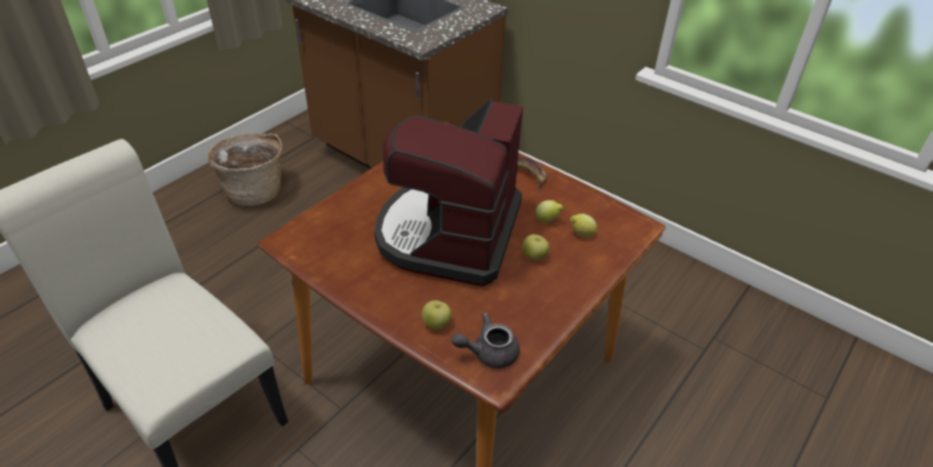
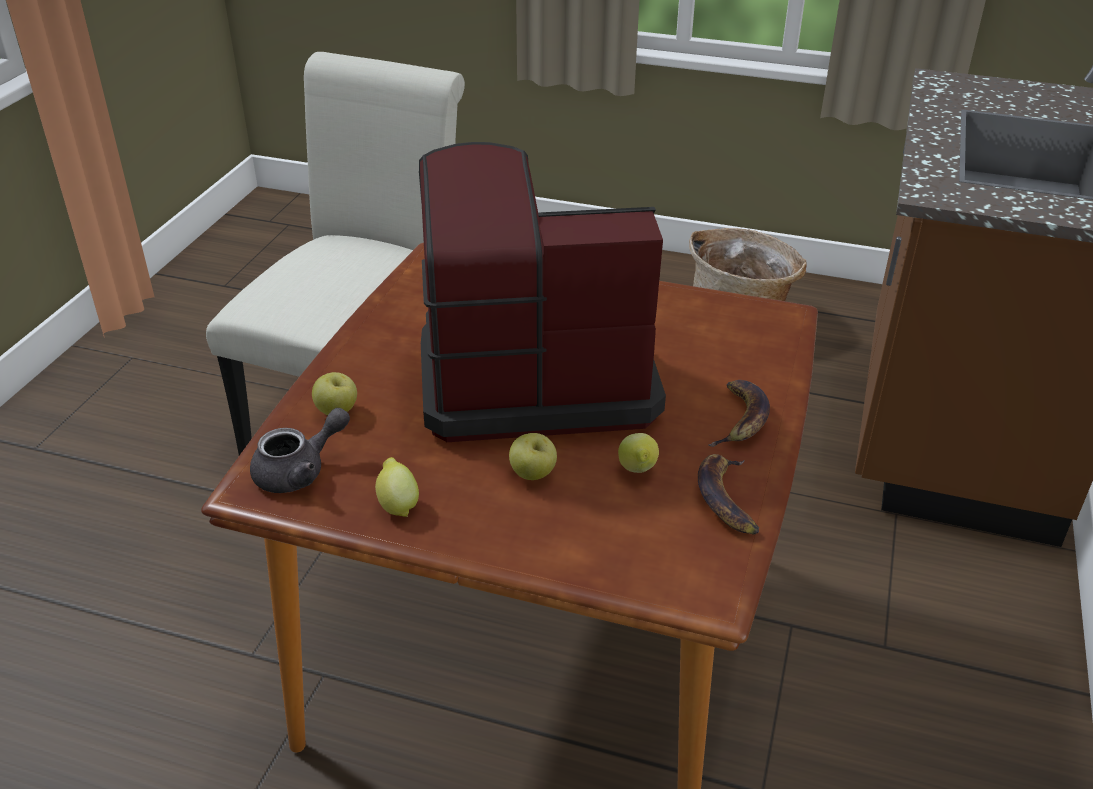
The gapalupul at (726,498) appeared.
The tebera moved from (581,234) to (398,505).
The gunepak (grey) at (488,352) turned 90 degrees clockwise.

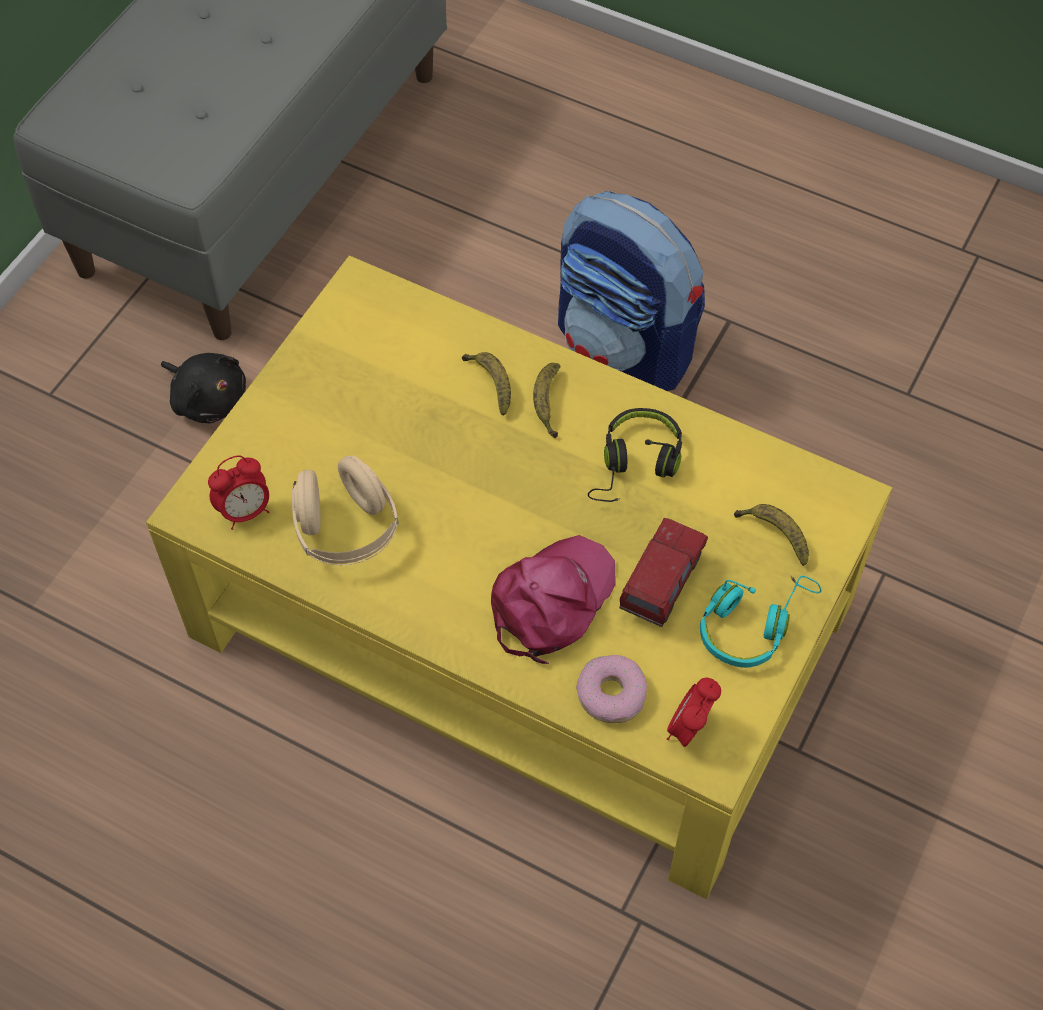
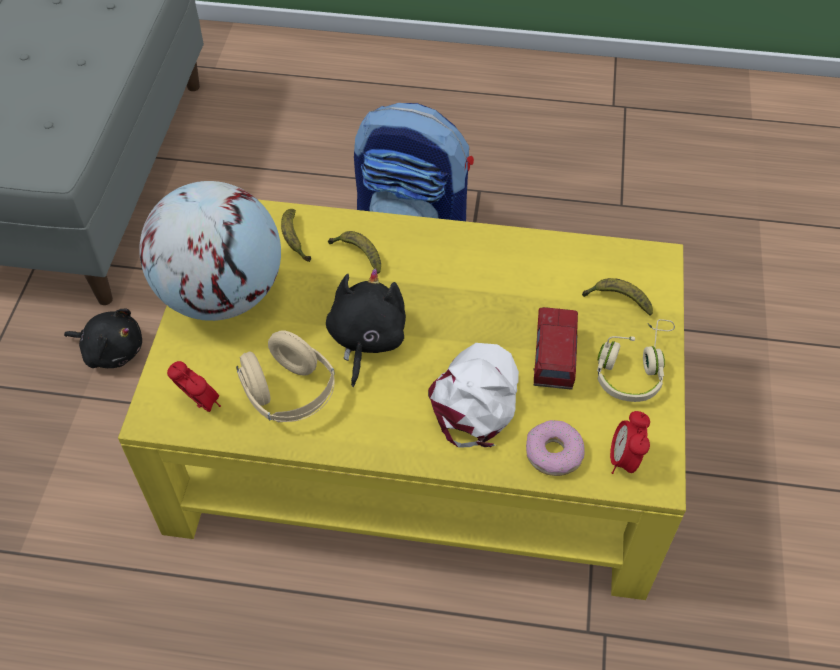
The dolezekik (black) at (636,464) disappeared.
The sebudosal at (221,294) appeared.
The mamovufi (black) at (366,340) appeared.
The gapalupul moved from (547,404) to (294,240).
The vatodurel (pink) at (551,601) became the vatodurel (white) at (475,398).
The dolezekik (turquoise) at (752,624) became the dolezekik (beige) at (633,368).
The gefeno at (245,511) turned 90 degrees counterclockwise.

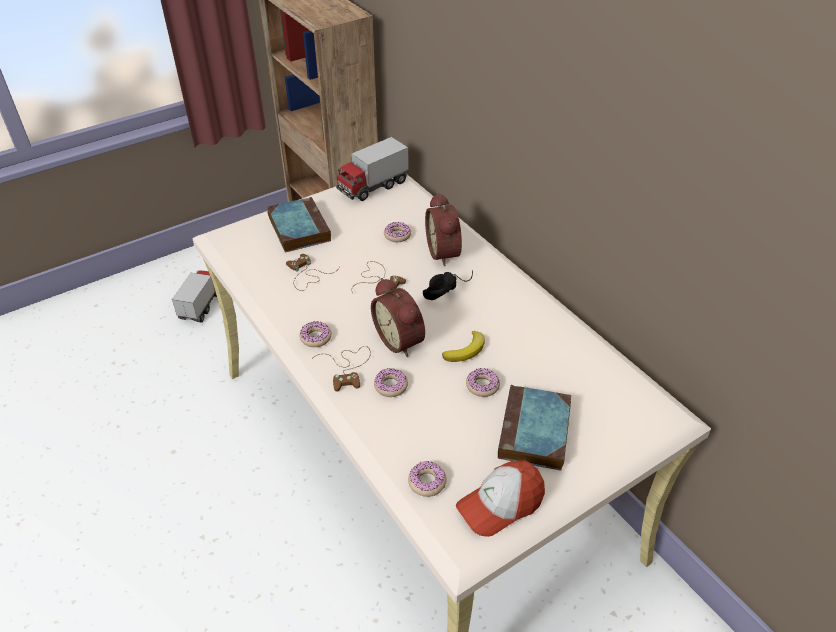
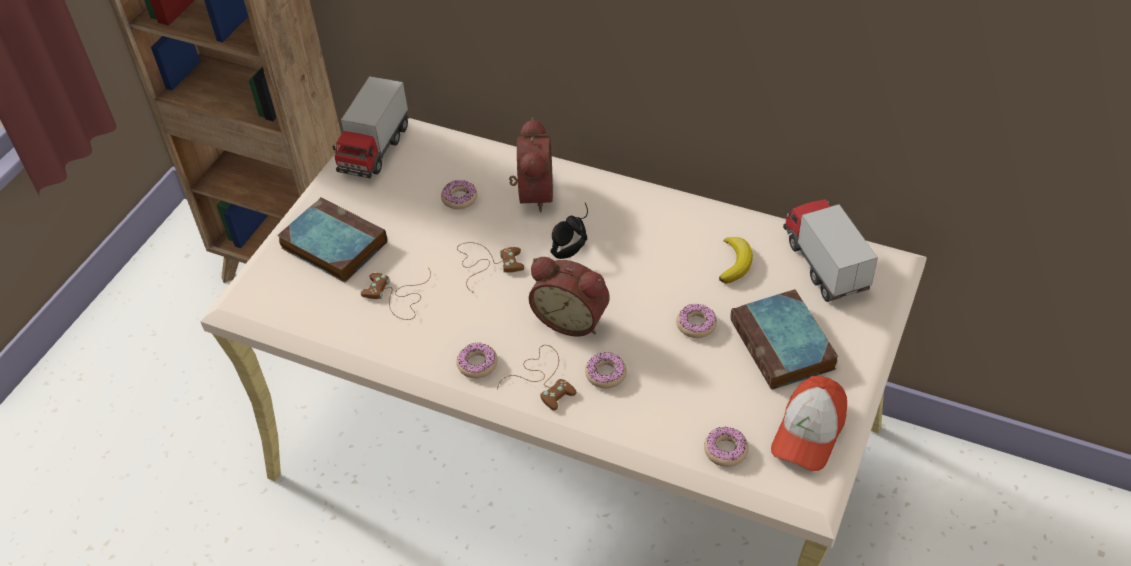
The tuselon moved from (201,305) to (824,265).
The gapalupul moved from (466,350) to (735,262).
The gefeno at (445,252) turned 135 degrees counterclockwise.

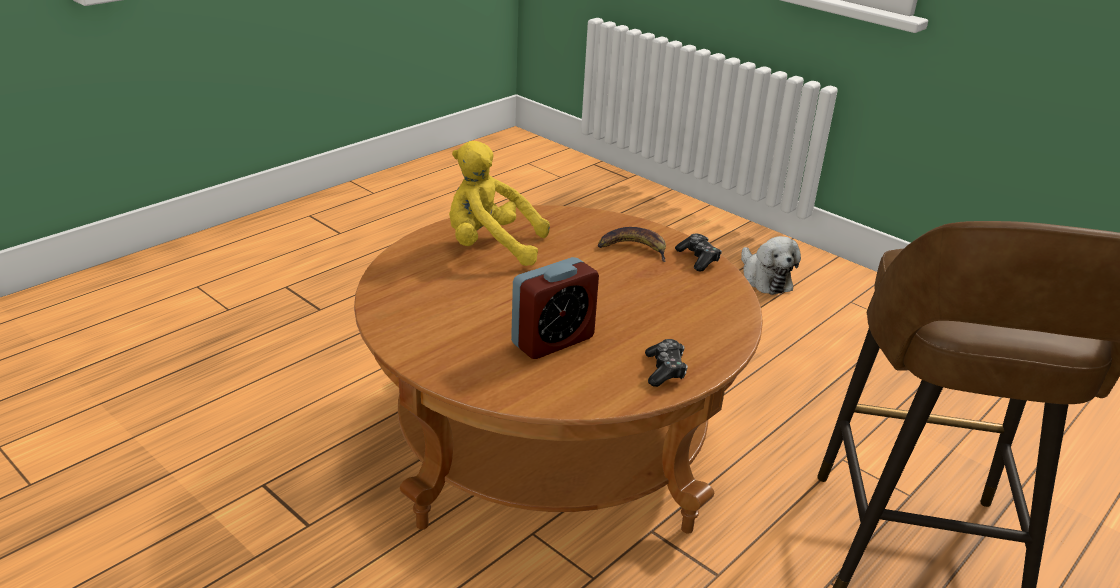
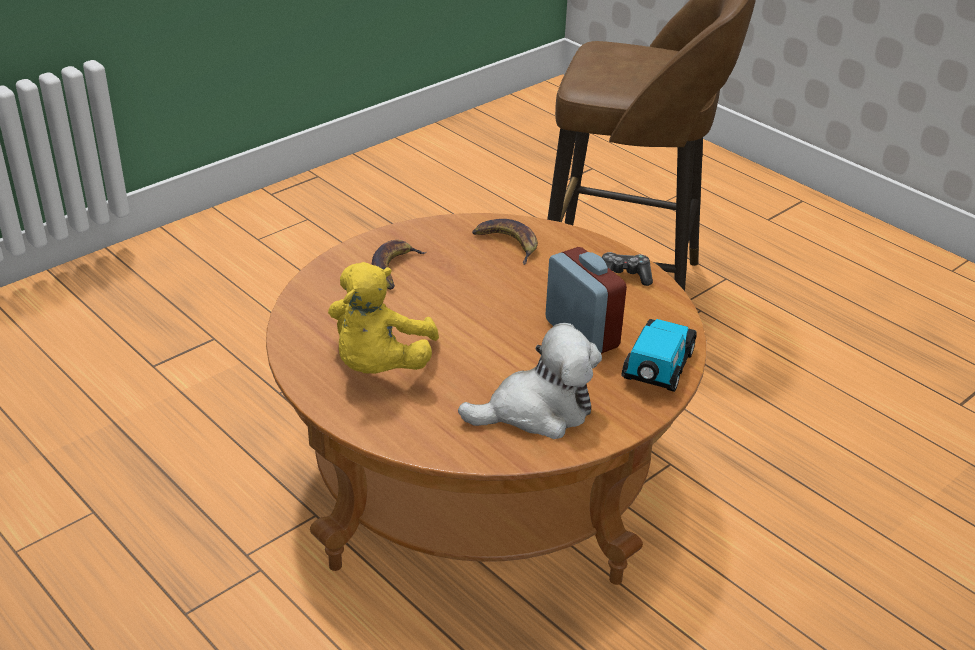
The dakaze at (698,259) disappeared.
The gapalupul at (508,244) appeared.
The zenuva at (658,367) appeared.
The mamovufi moved from (764,279) to (537,411).

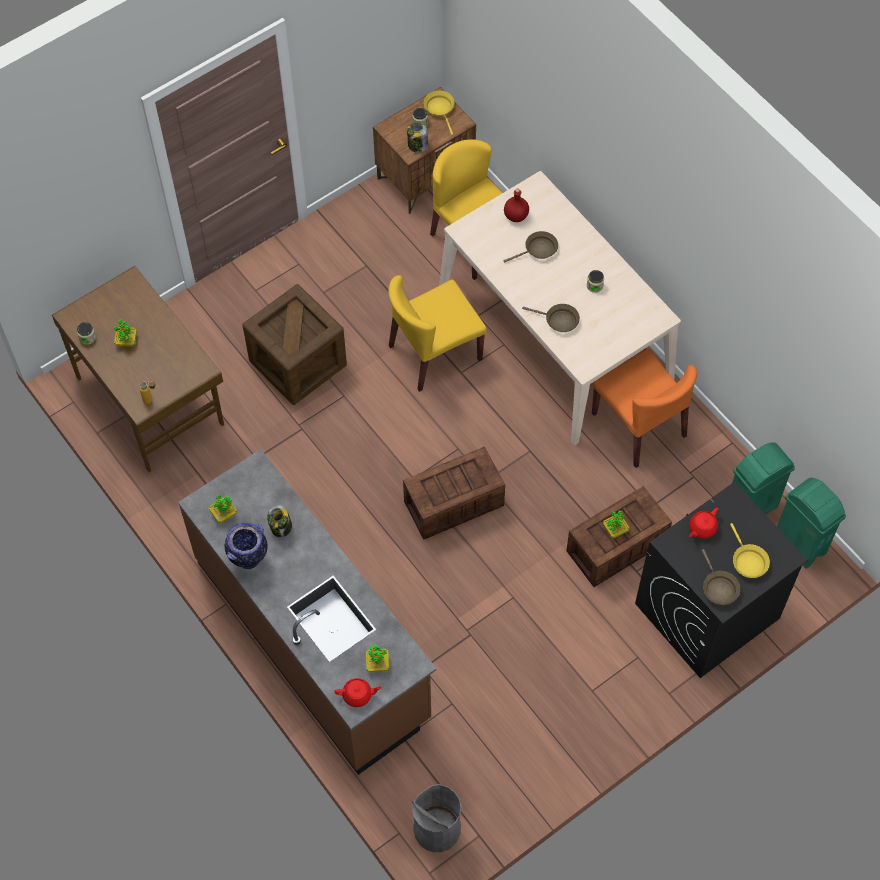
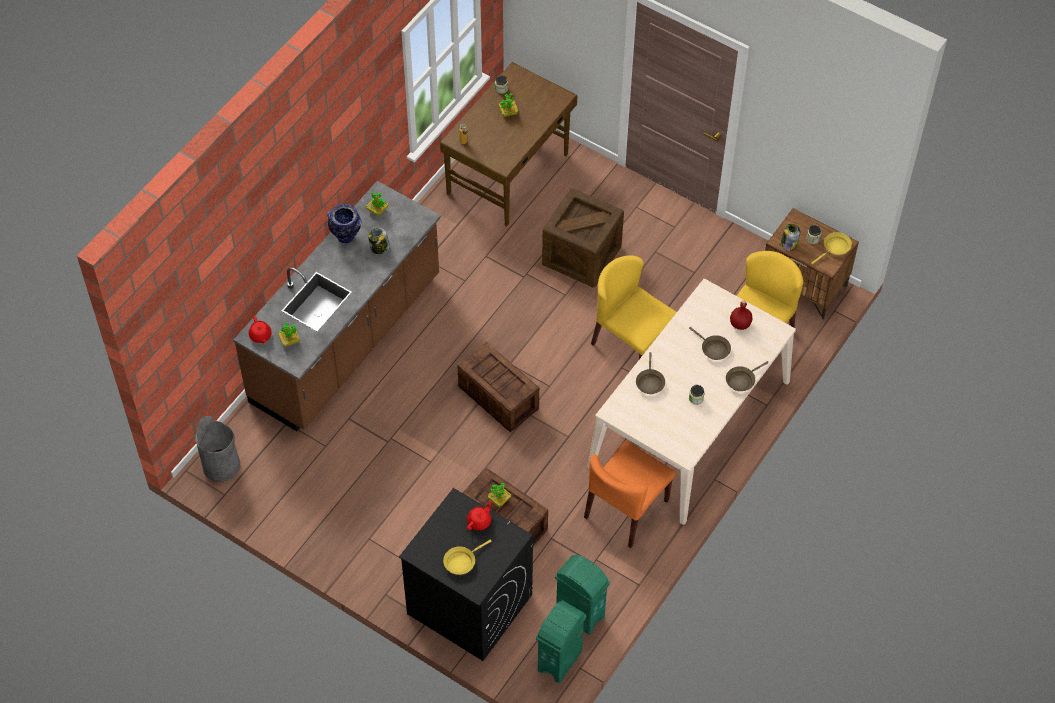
The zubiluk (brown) moved from (718,587) to (742,380).
The gunepak (red) at (702,528) turned 105 degrees clockwise.

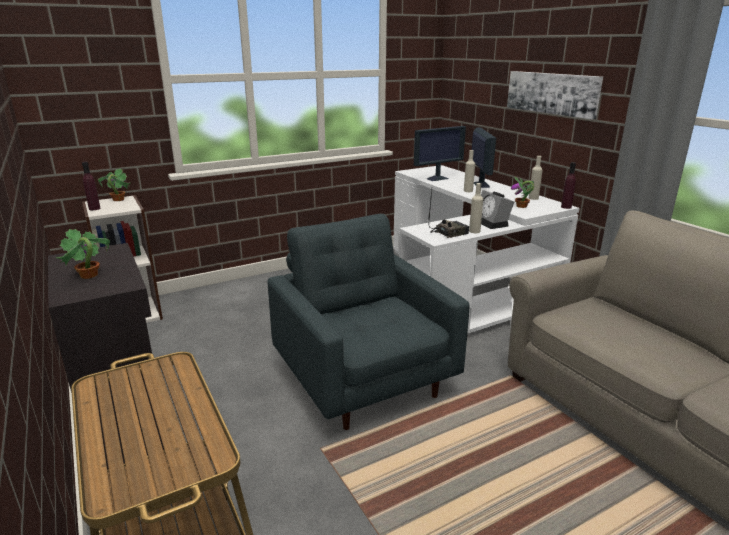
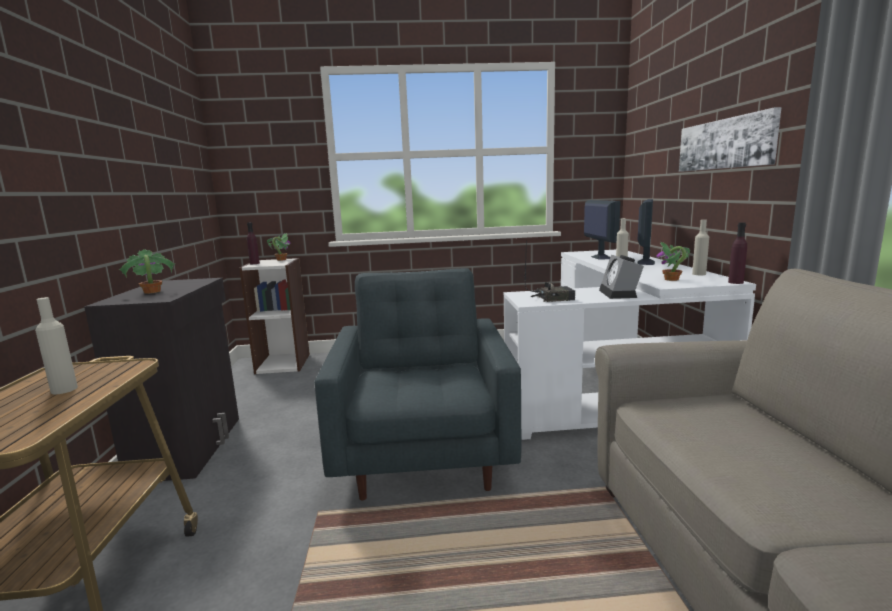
The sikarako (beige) moved from (474,231) to (64,390).
The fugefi at (438,178) turned 90 degrees counterclockwise.

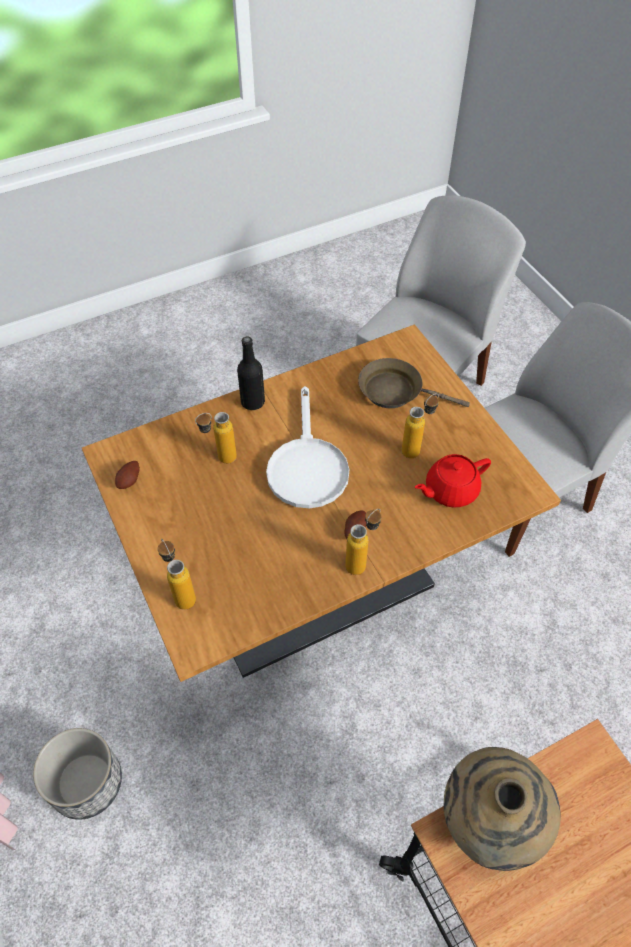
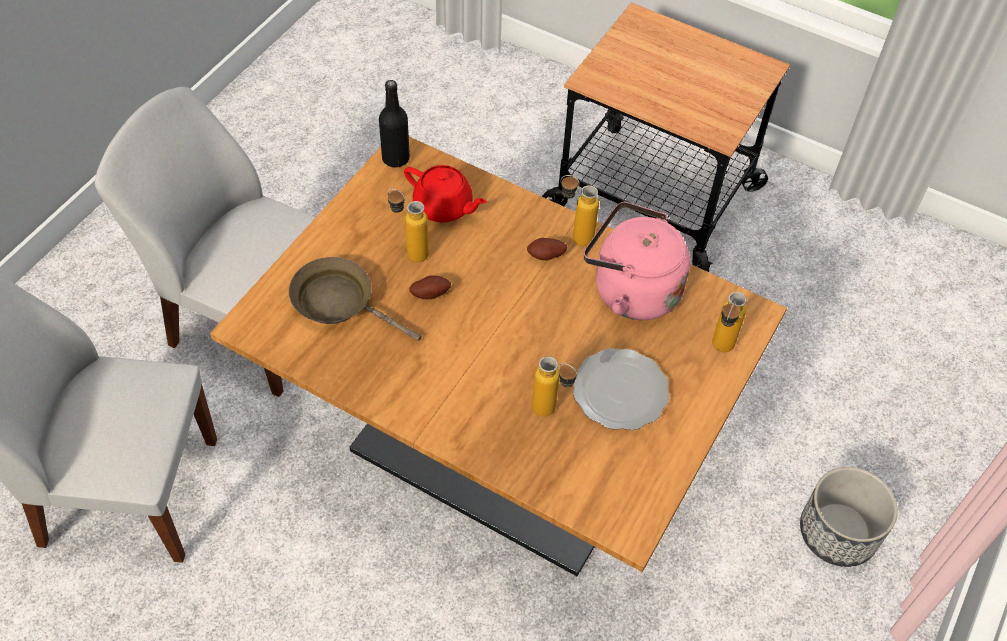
The zubiluk (white) at (306,466) disappeared.
The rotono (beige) at (489,822) disappeared.
The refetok at (619,390) appeared.
The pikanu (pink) at (630,290) appeared.
The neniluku moved from (130,481) to (430,293).
The sikarako (black) moved from (253,402) to (395,158).
The zubiluk (brown) at (395,391) turned 135 degrees clockwise.

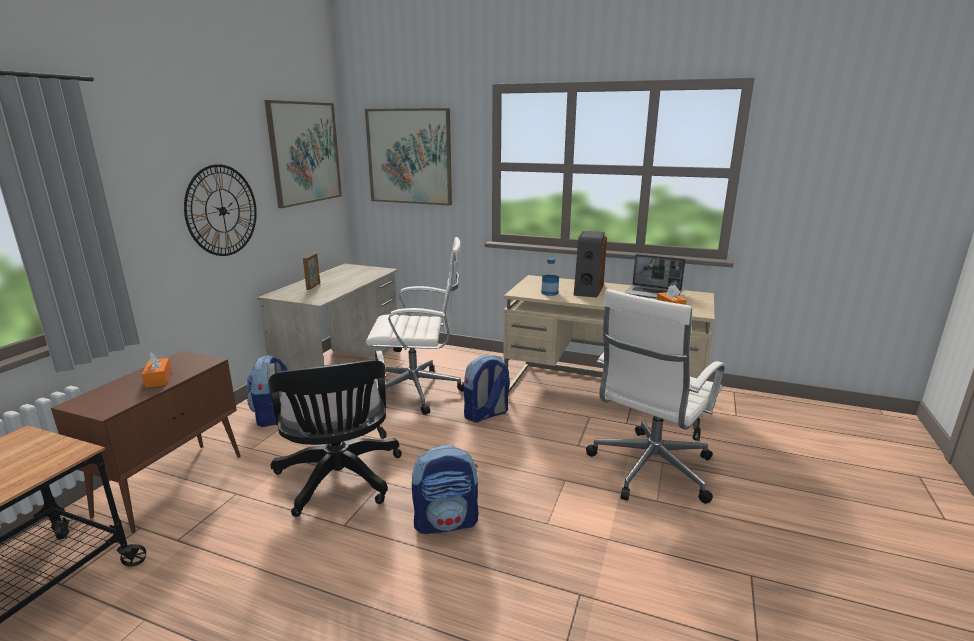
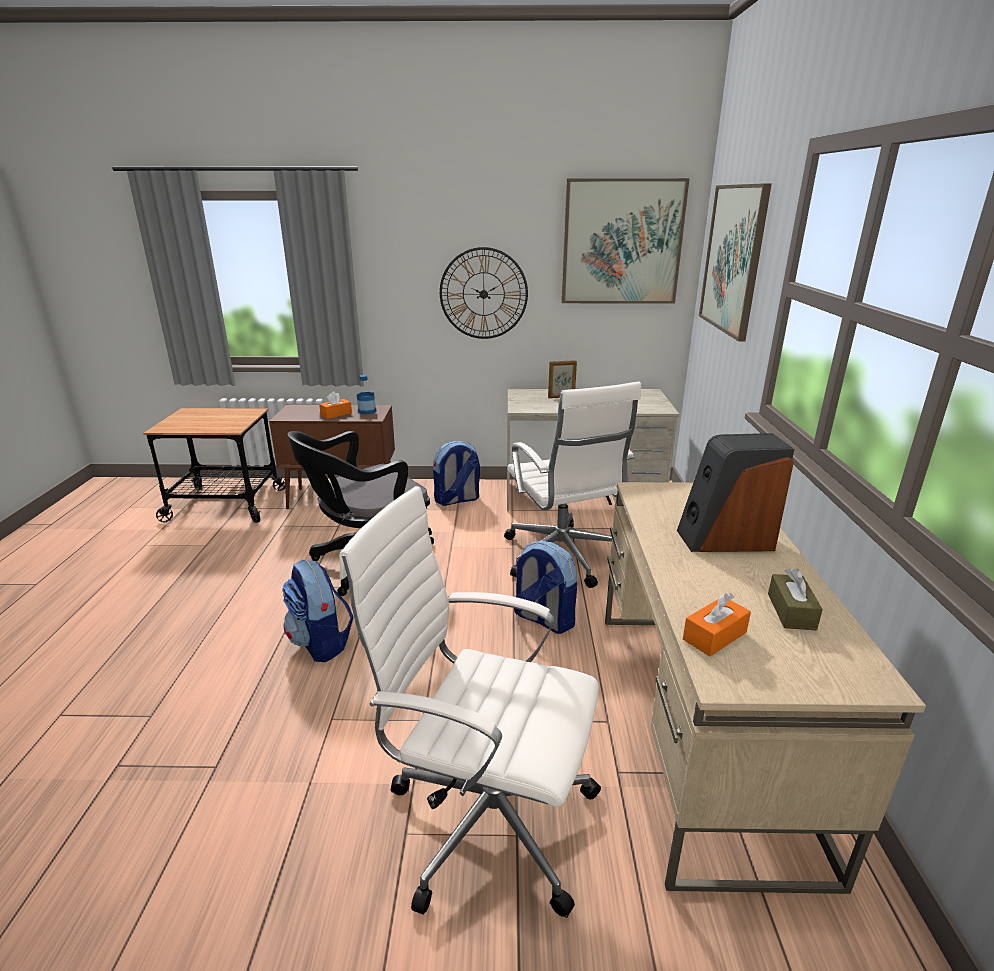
The sikarako moved from (549,293) to (367,411).
The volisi at (654,294) was replaced by the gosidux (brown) at (791,611).

